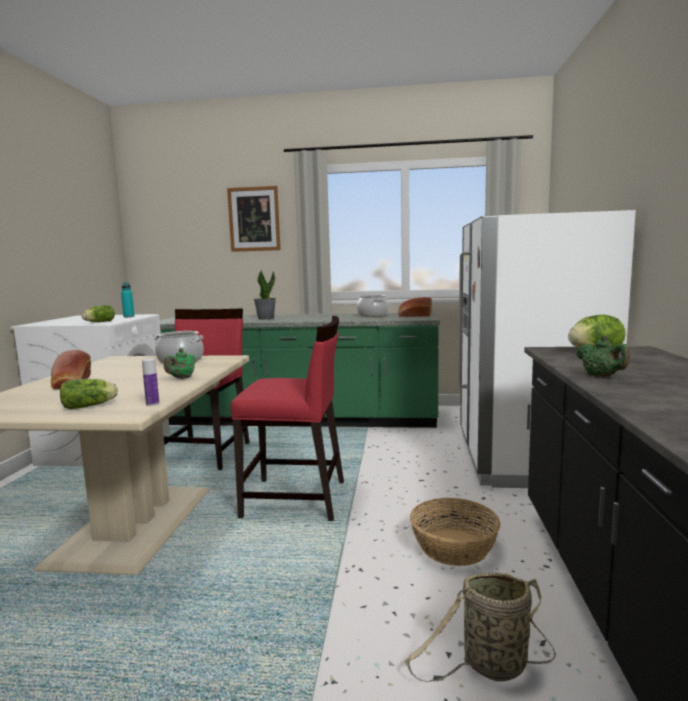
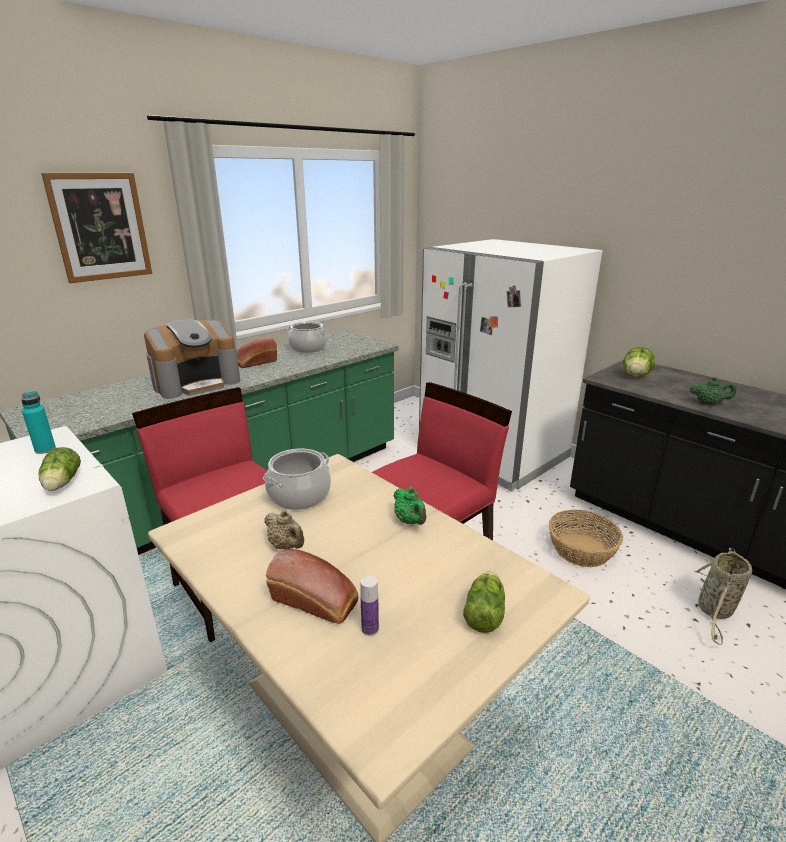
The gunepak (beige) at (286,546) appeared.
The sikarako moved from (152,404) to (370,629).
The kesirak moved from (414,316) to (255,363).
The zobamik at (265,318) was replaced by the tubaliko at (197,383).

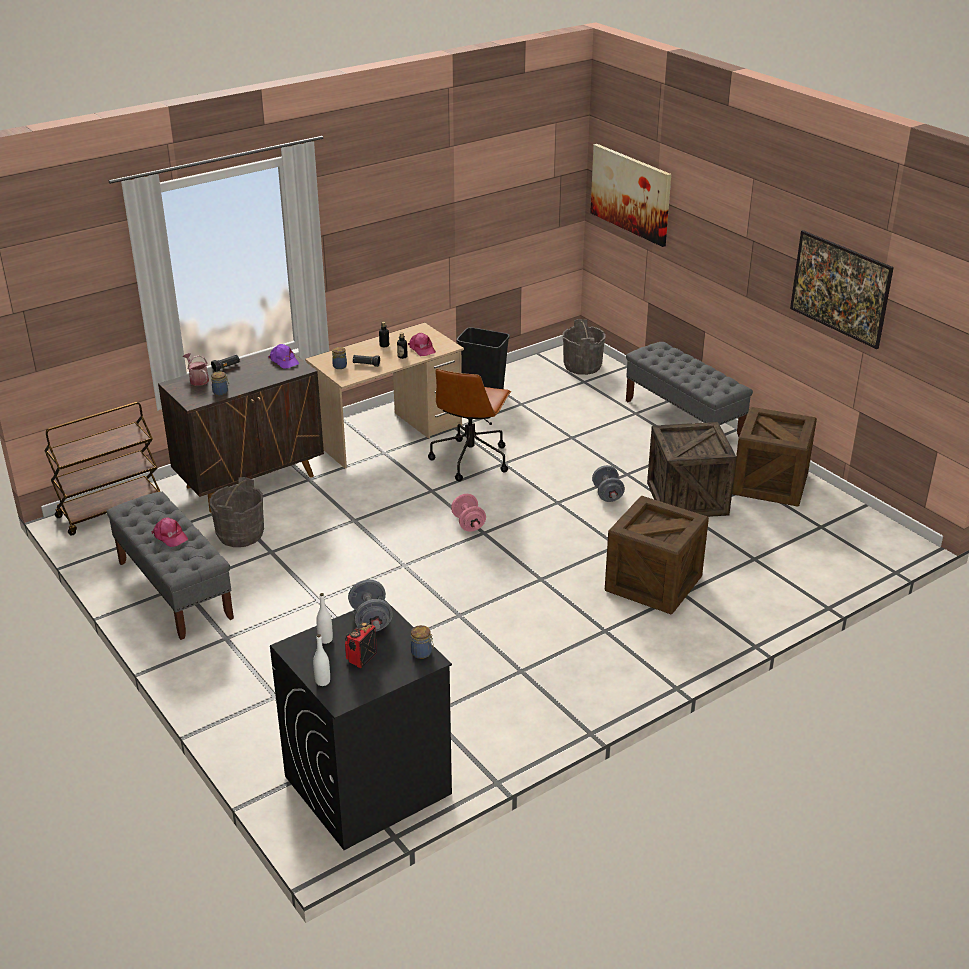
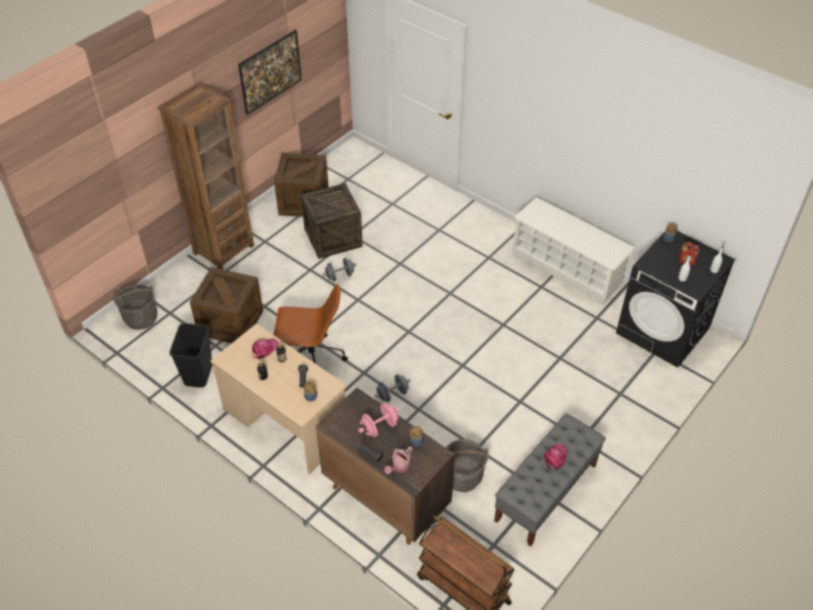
The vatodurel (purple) at (284,361) disappeared.
The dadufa at (630,194) disappeared.
The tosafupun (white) at (567,269) appeared.
The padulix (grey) moved from (371,620) to (392,394).
The padulix (pink) moved from (468,523) to (379,427).
The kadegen moved from (653,584) to (231,323).
The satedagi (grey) at (683,419) was replaced by the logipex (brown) at (223,249).

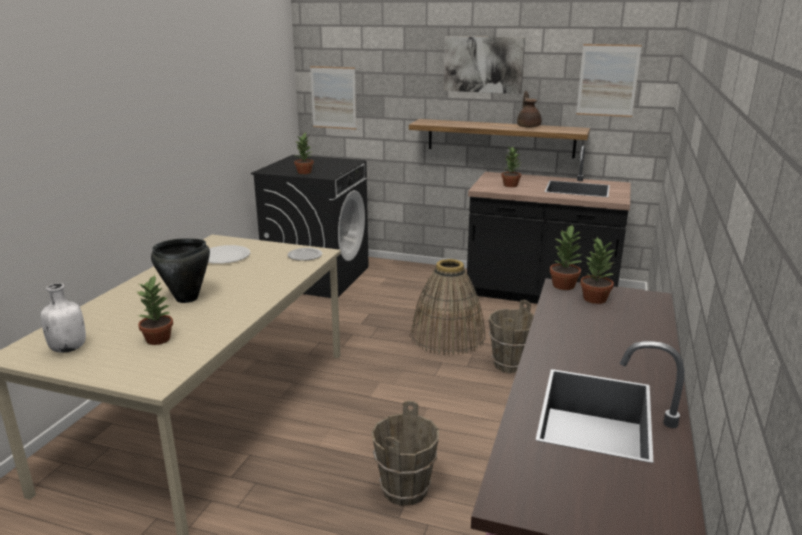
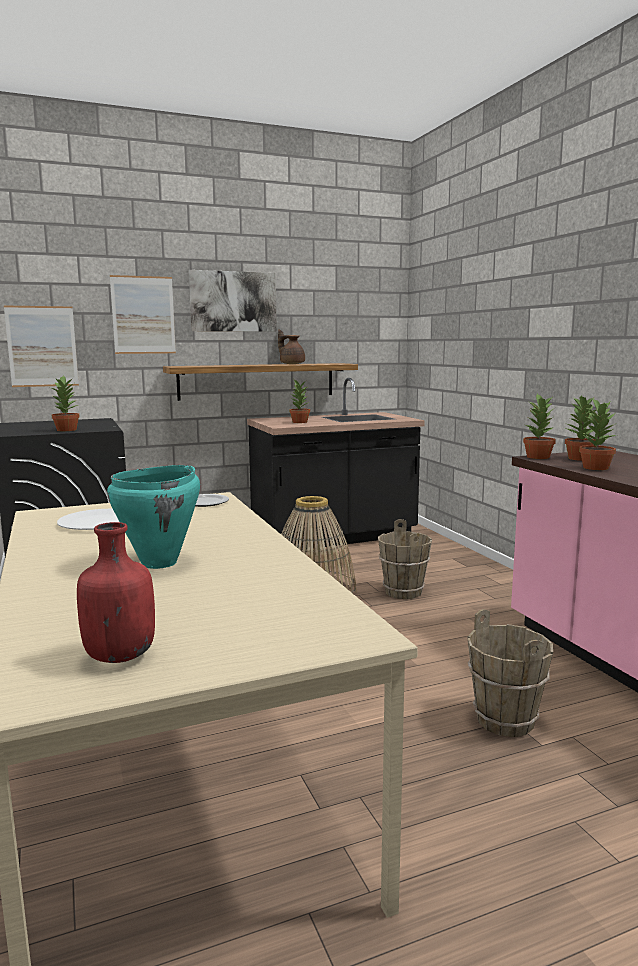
The zobamik moved from (159,339) to (595,467).
The dadufa moved from (608,80) to (143,315).
The sikarako (white) at (69,348) became the sikarako (red) at (119,656).
The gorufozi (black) at (187,298) became the gorufozi (turquoise) at (160,563).

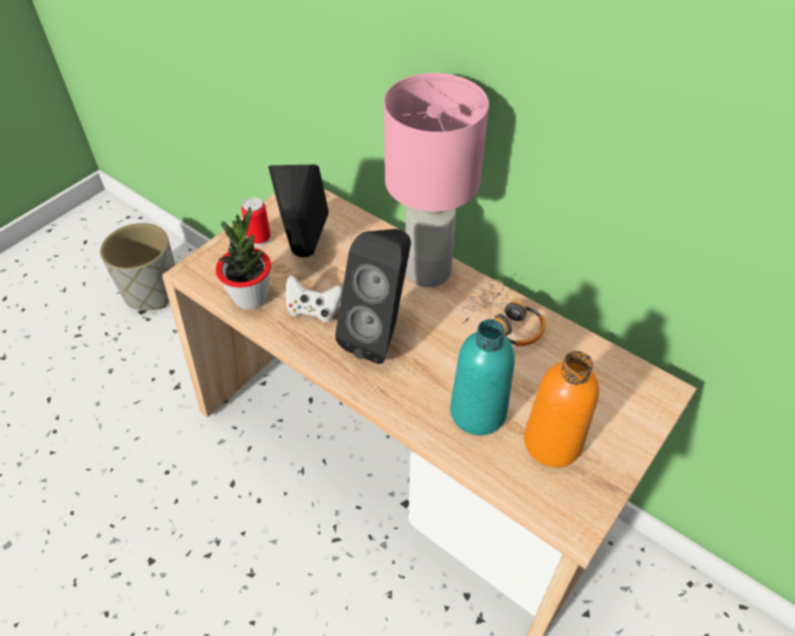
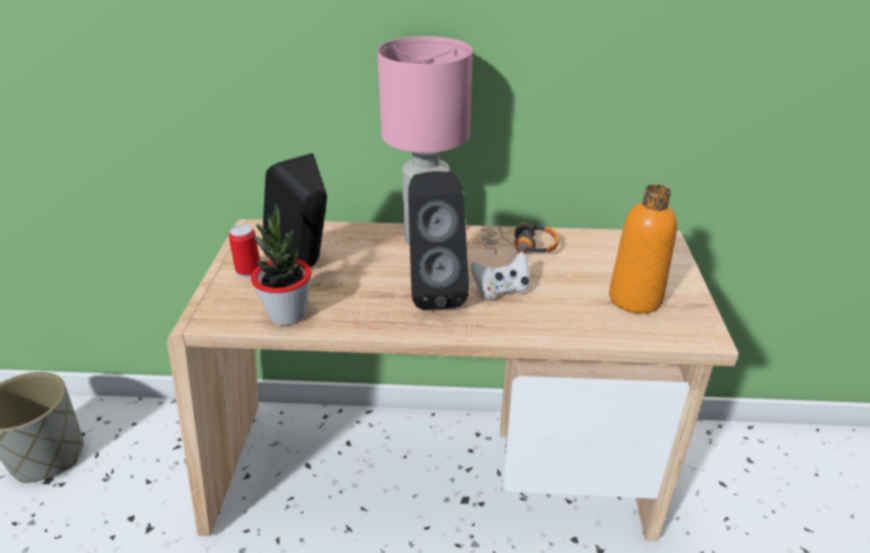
The sikarako (turquoise) at (478,412) disappeared.
The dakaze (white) moved from (313,310) to (501,290).

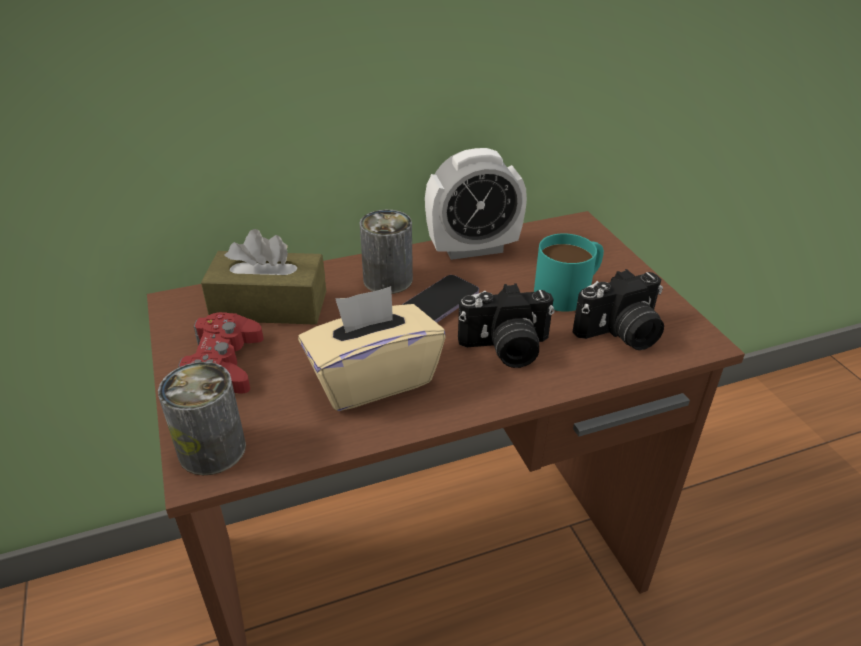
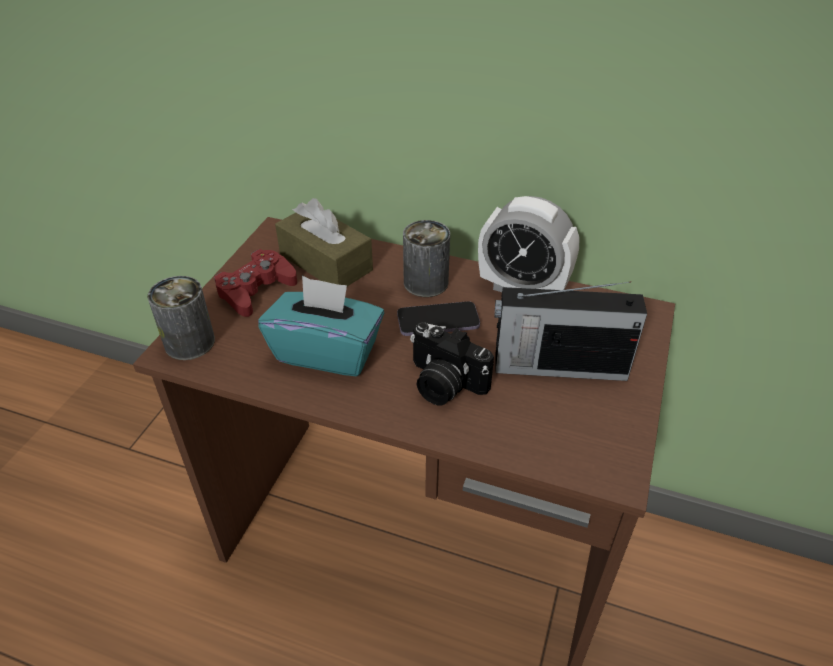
The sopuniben at (621,334) disappeared.
The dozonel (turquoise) at (570,291) was replaced by the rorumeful at (557,366).
The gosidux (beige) at (372,378) became the gosidux (turquoise) at (327,352).

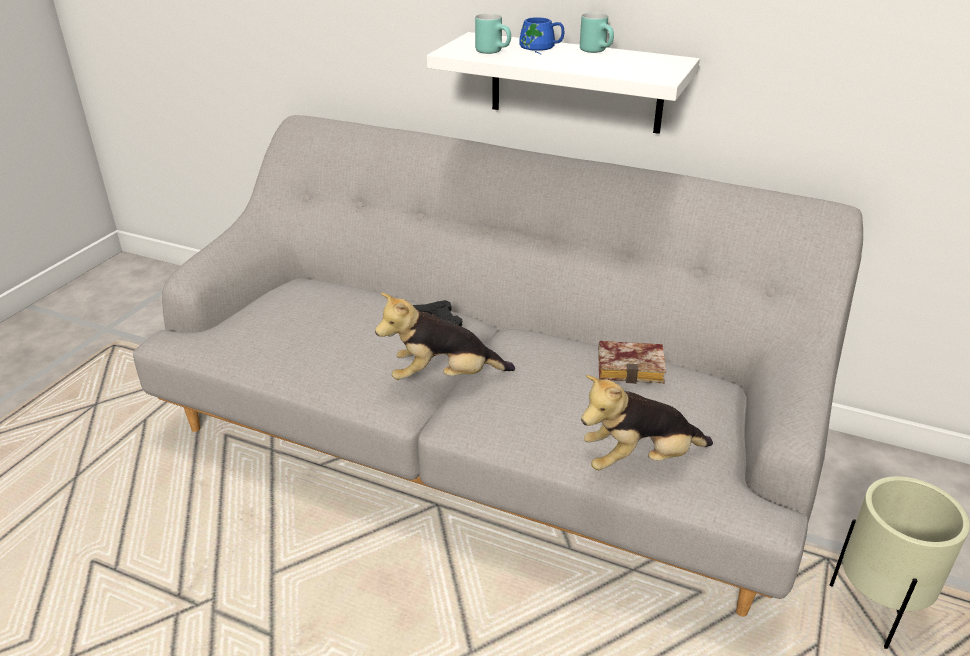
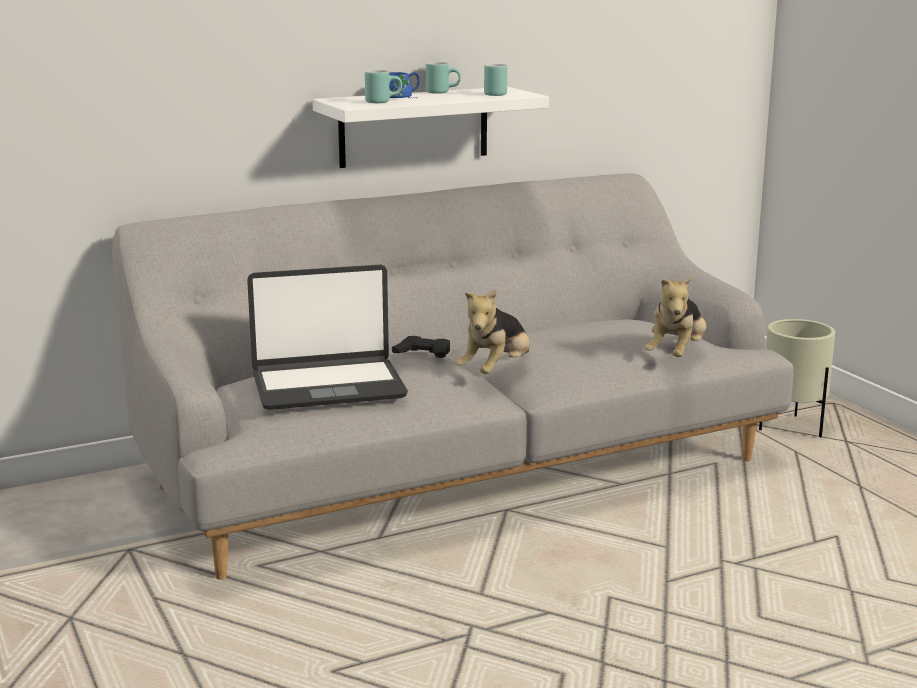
The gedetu at (633,367) disappeared.
The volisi at (328,386) appeared.
The dozonel (turquoise) at (493,94) appeared.

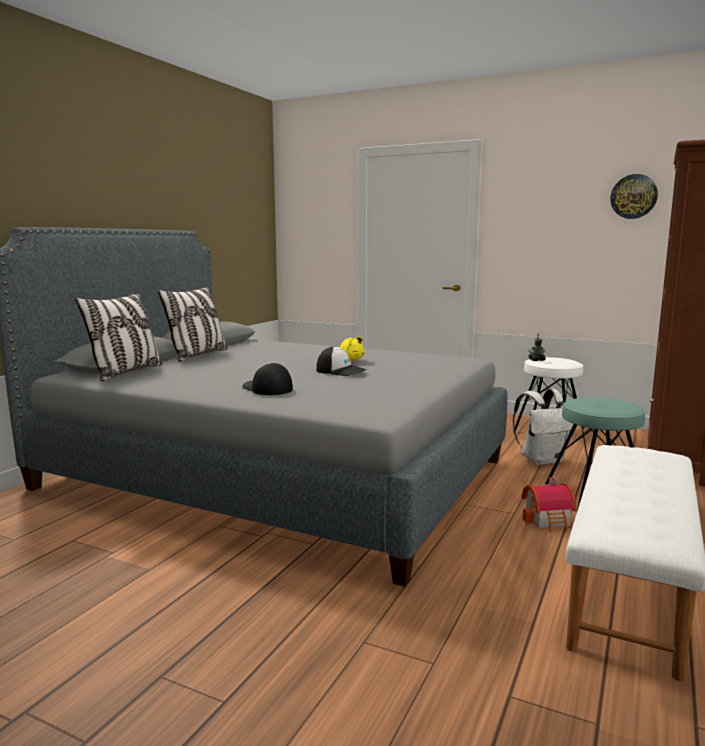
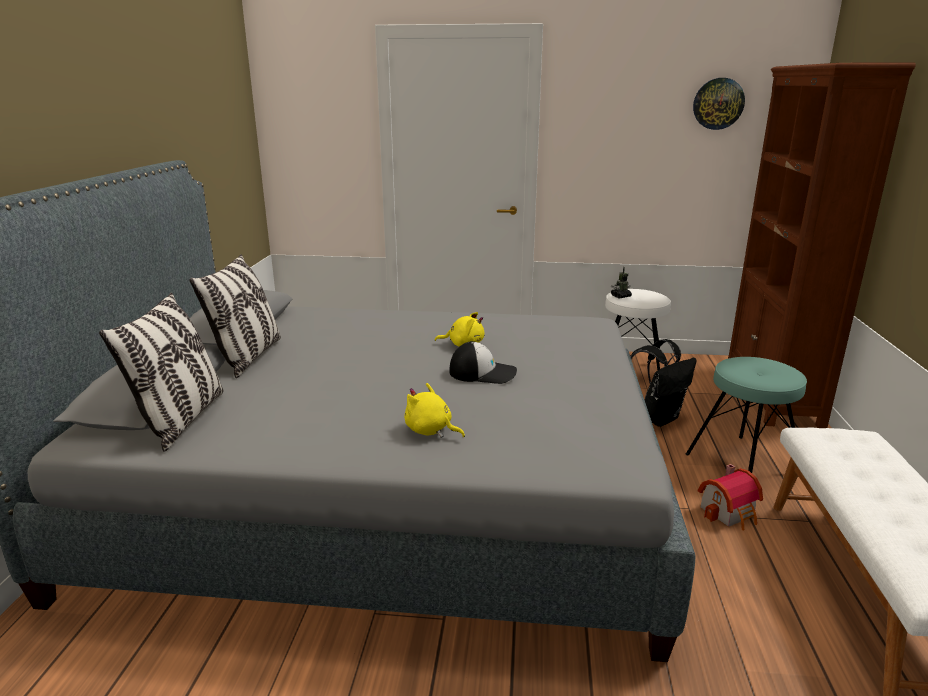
The vatodurel at (267,388) was replaced by the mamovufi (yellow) at (430,430).
The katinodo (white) at (542,460) became the katinodo (black) at (657,418).

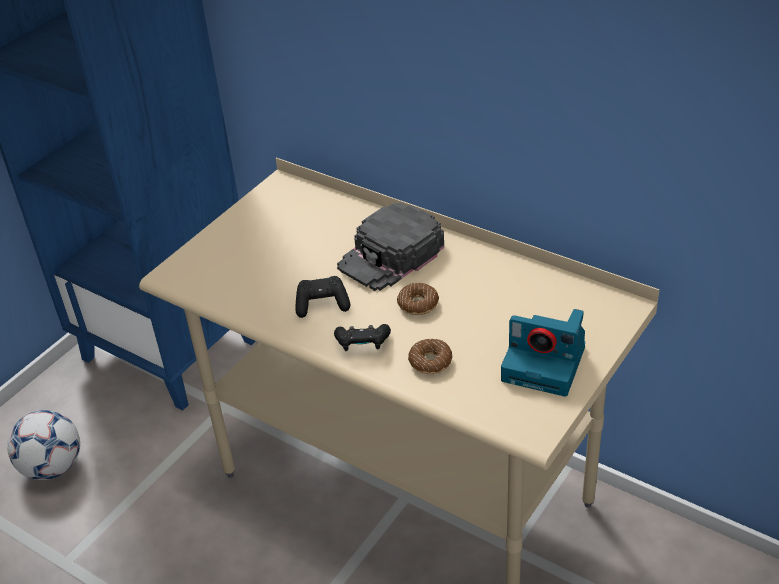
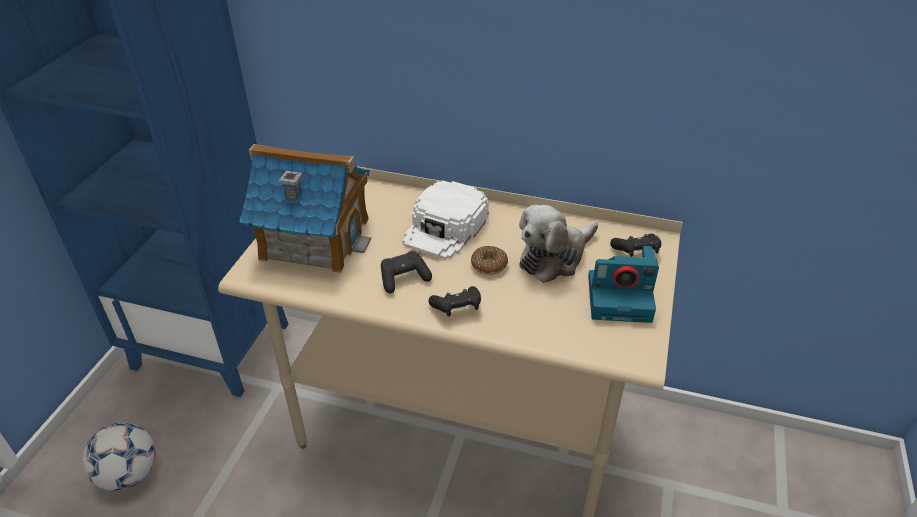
The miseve at (430,362) disappeared.
The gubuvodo at (314,238) appeared.
The mamovufi at (554,257) appeared.
The dakaze (black) at (636,252) appeared.
The vatodurel (black) at (391,255) became the vatodurel (white) at (446,227).

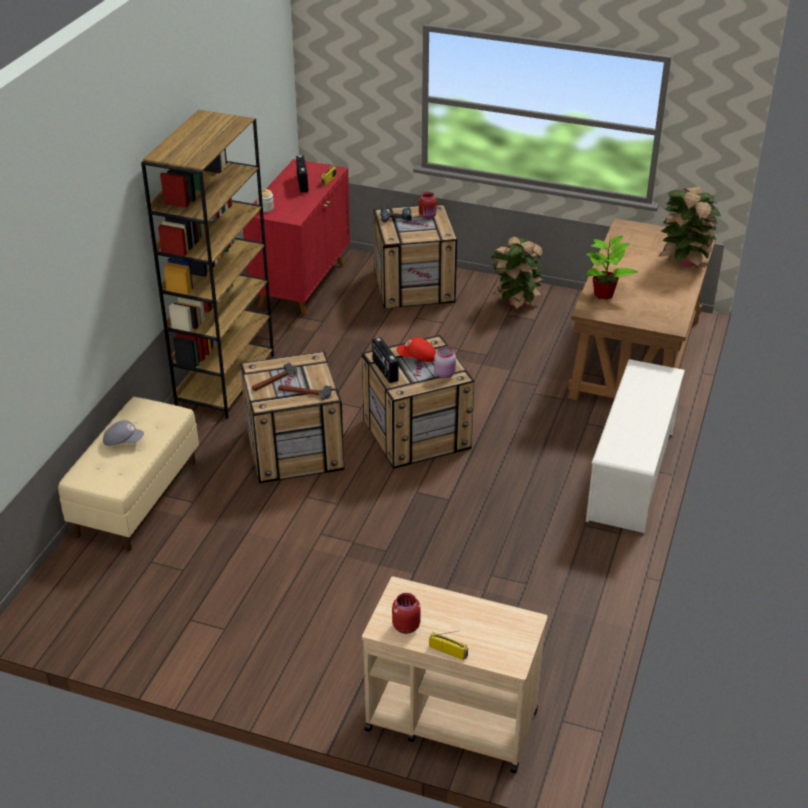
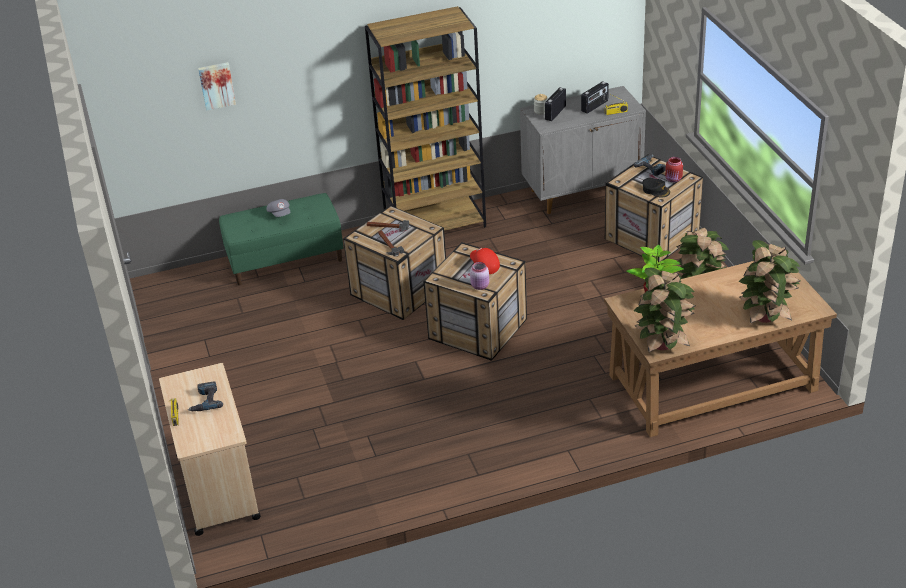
The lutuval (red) at (405,626) disappeared.
The tosafupun (white) at (631,475) disappeared.
The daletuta at (205,401) appeared.
The dadufa at (216,85) appeared.
The zobamik at (662,343) appeared.
The vatodurel (black) at (656,190) appeared.
The rorumeful moved from (384,371) to (555,113).
The satedagi (beige) at (136,497) became the satedagi (green) at (285,260).
The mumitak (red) at (302,285) became the mumitak (grey) at (582,192).

